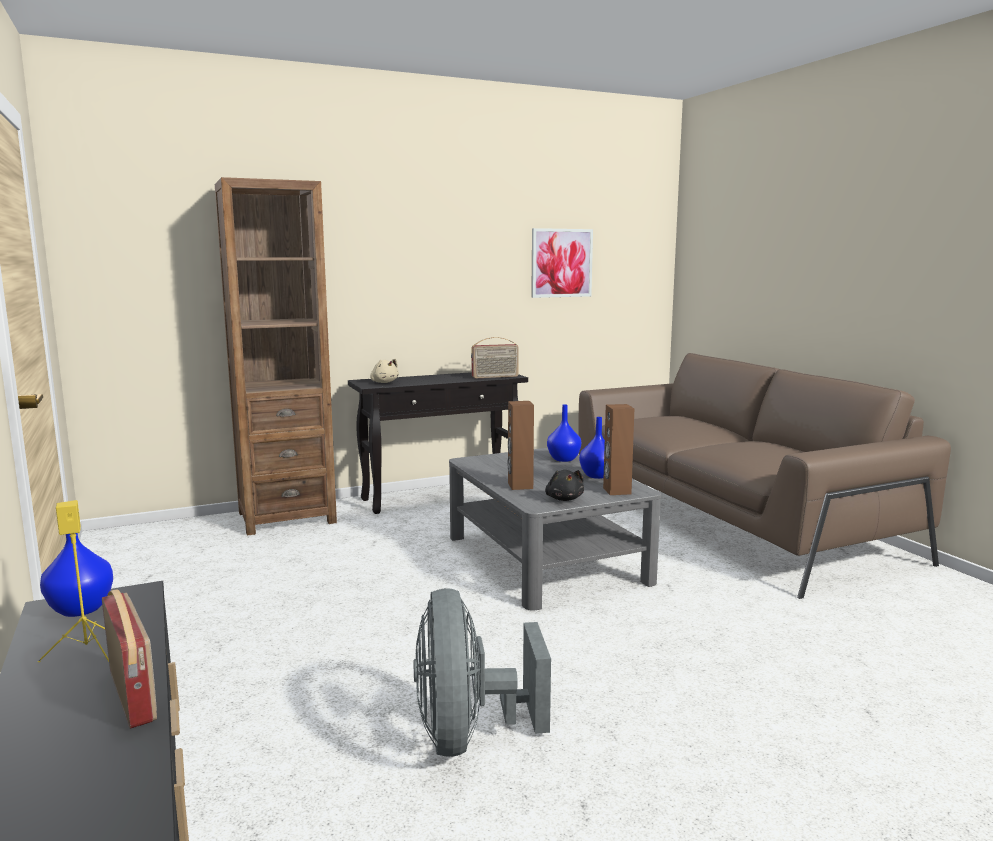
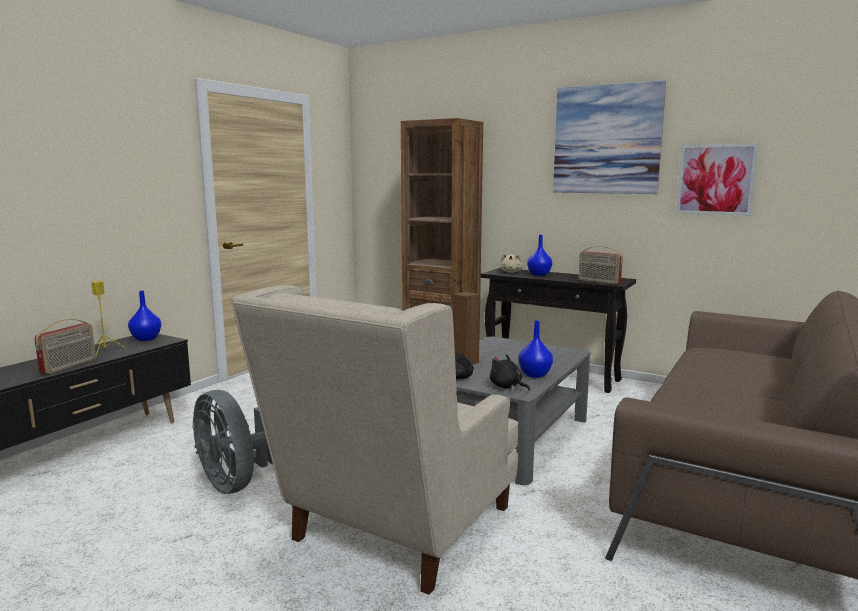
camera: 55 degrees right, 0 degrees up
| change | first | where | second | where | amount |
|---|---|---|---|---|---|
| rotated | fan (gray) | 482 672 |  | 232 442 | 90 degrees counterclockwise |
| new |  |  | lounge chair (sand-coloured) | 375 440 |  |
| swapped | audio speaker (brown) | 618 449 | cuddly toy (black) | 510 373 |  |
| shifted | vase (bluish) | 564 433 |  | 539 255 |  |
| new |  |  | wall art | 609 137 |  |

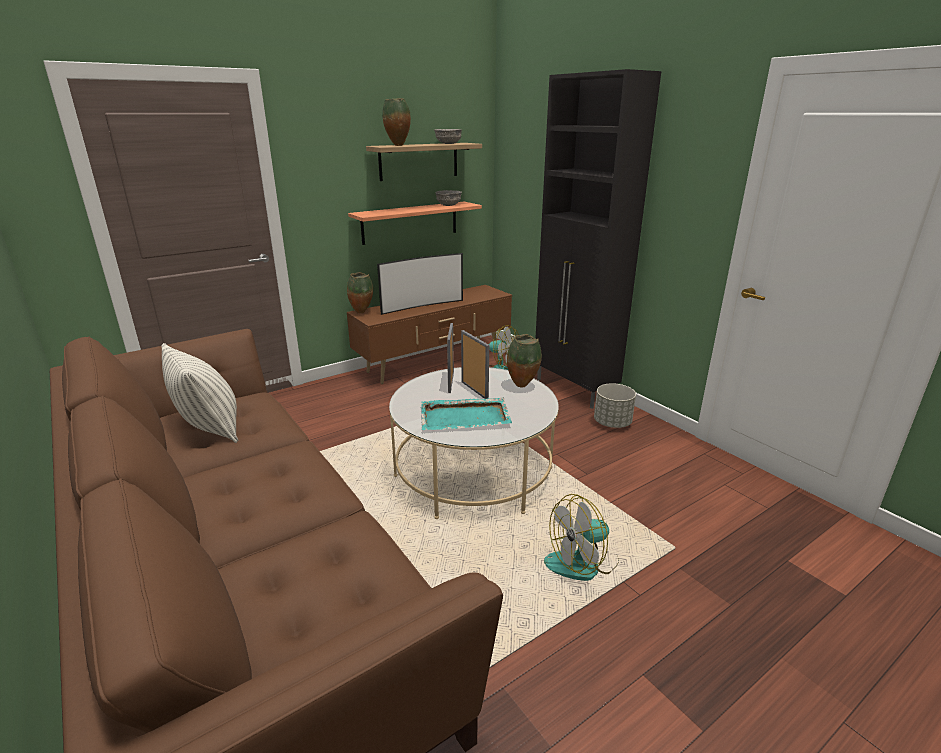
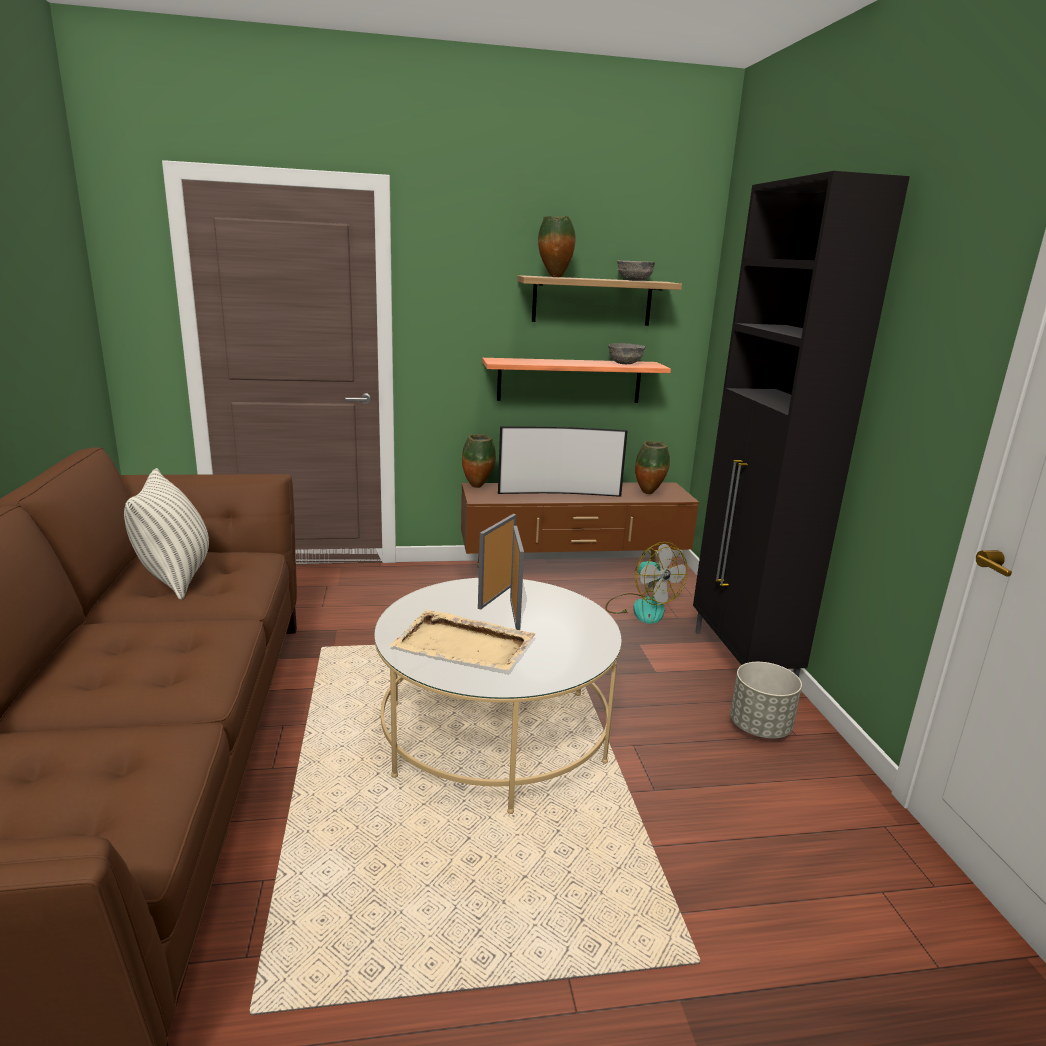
camera: 25 degrees right, 5 degrees down
| change | first | where | second | where | amount |
|---|---|---|---|---|---|
| repainted | carrying tray (turquoise-coloured) | 466 414 | carrying tray (sand-coloured) | 462 640 |  |
| shifted | vase | 524 361 |  | 652 467 |  |
| gone | fan | 581 537 |  |  |  |

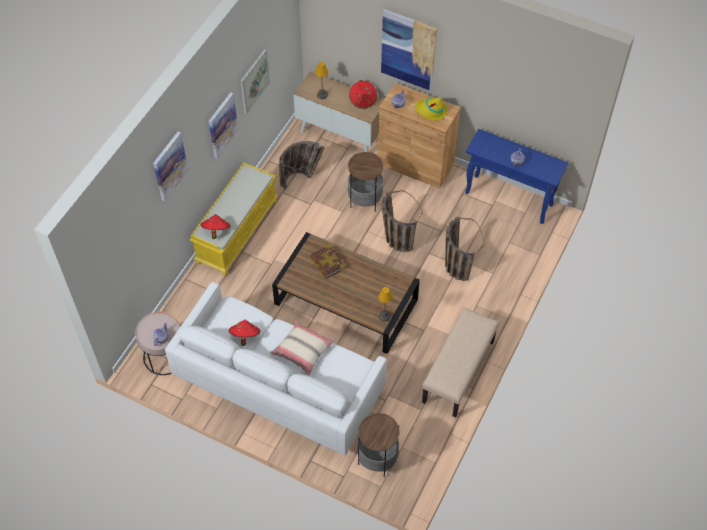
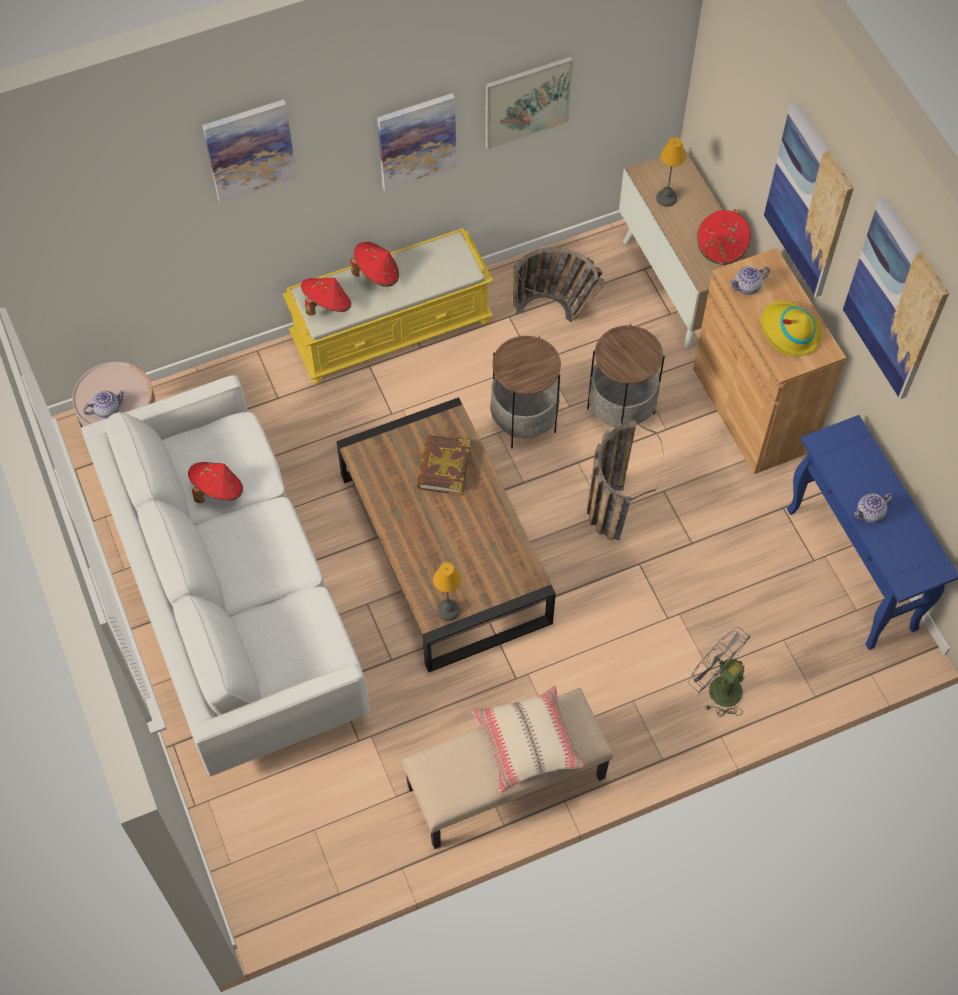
camera: 40 degrees right, 5 degrees up
| change | first | where | second | where | amount |
|---|---|---|---|---|---|
| new |  |  | clothing hat (red-coloured) | 375 264 |  |
| shifted | pillow (sand-coloured) | 302 347 |  | 528 739 |  |
| shifted | end table | 378 445 |  | 525 392 |  |
| new |  |  | fan (gray) | 719 672 |  |
| new |  |  | wall art | 896 298 |  |
| gone | household basket | 465 249 |  |  |  |

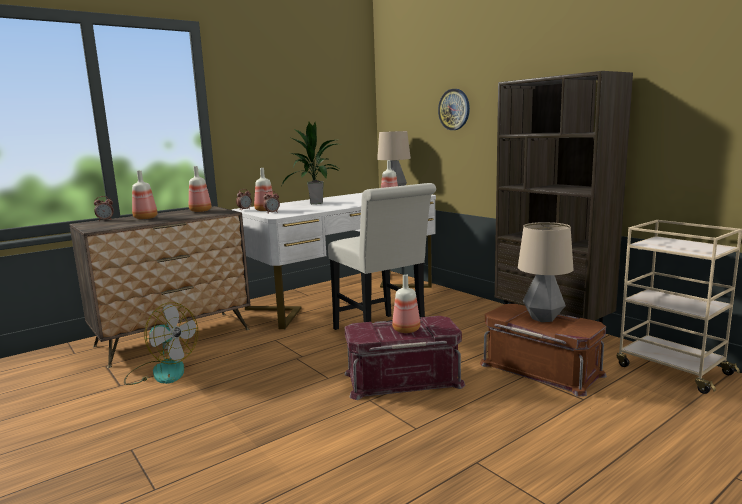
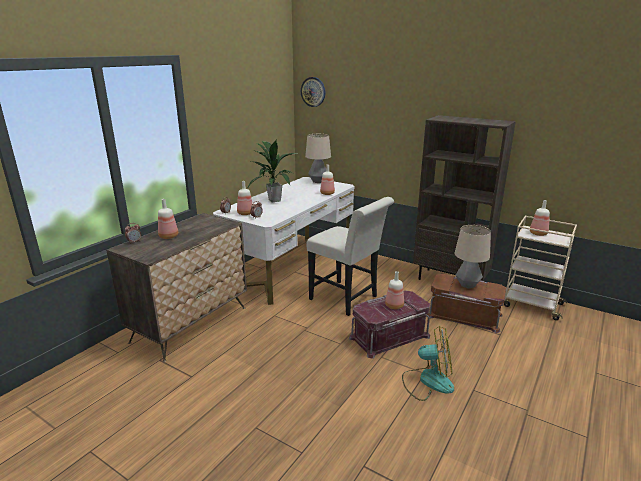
camera: 20 degrees left, 10 degrees up
| change | first | where | second | where | amount |
|---|---|---|---|---|---|
| shifted | hanging clock | 454 109 |  | 313 92 |  |
| shifted | fan | 161 343 |  | 428 363 |  |
| shifted | beverage bottle | 200 189 |  | 540 218 |  |

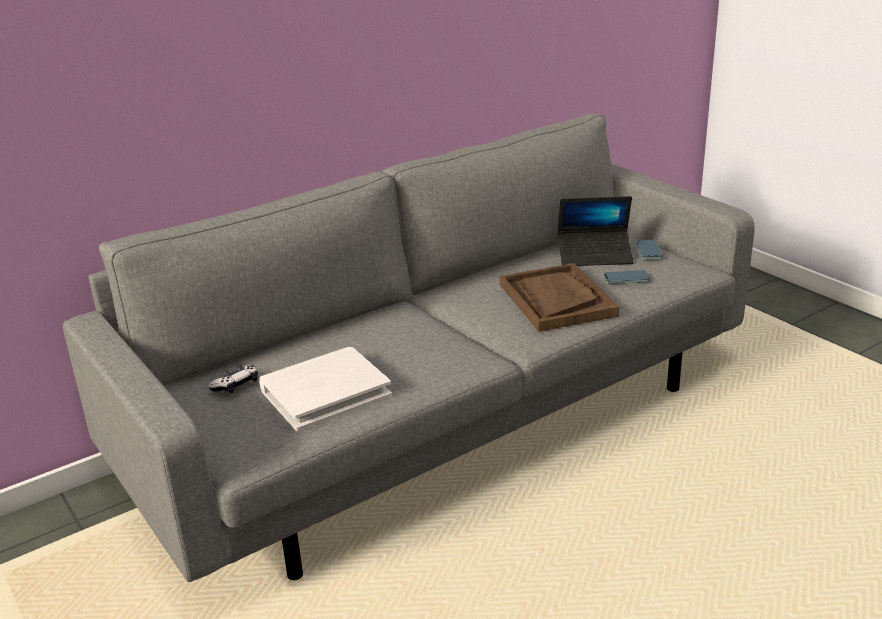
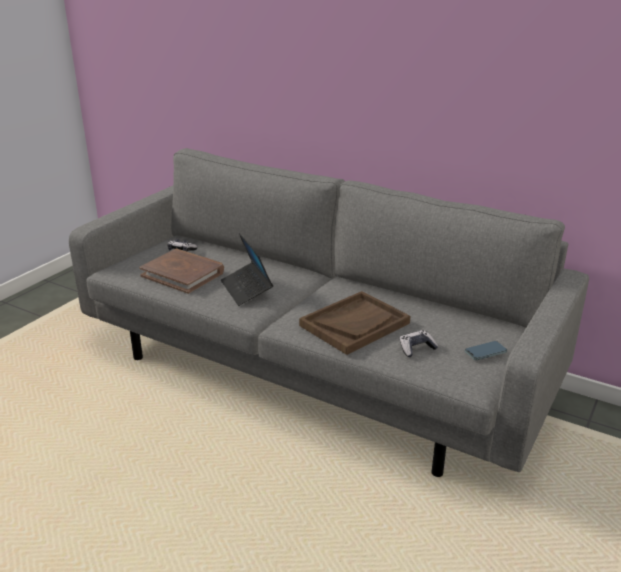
camera: 65 degrees right, 0 degrees up
| change | first | where | second | where | amount |
|---|---|---|---|---|---|
| repainted | volume (white) | 325 389 | volume (brown) | 181 271 |  |
| shifted | portable computer | 595 231 |  | 247 269 |  |
| swapped | telephone | 626 277 | game controller | 419 343 |  |

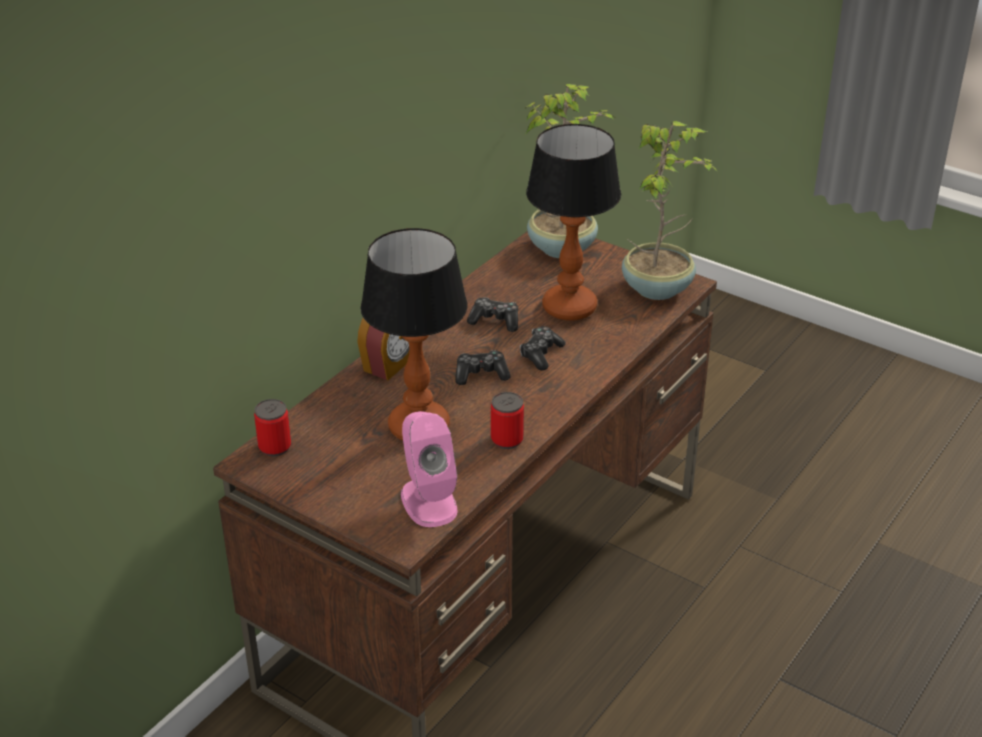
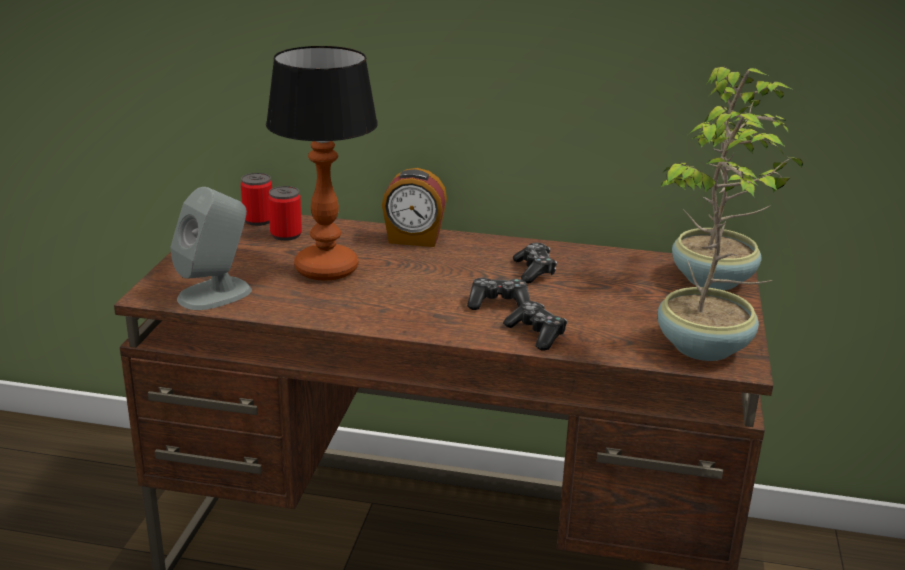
camera: 65 degrees right, 10 degrees down
| change | first | where | second | where | amount |
|---|---|---|---|---|---|
| repainted | audio speaker (pinkish) | 429 469 | audio speaker (gray) | 211 248 |  |
| shifted | can | 507 420 |  | 285 213 |  |
| shifted | game controller | 483 367 |  | 535 326 |  |
| gone | tabletop lamp | 573 222 |  |  |  |

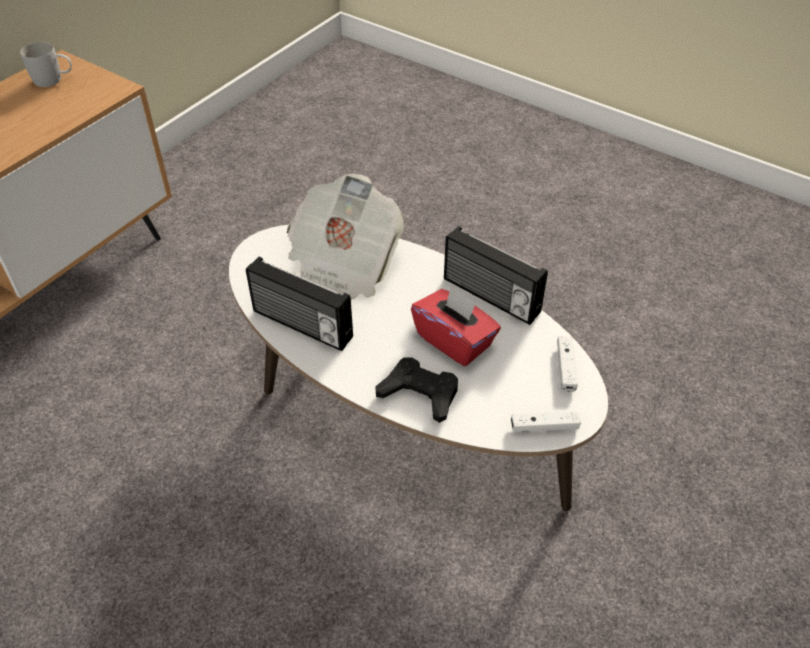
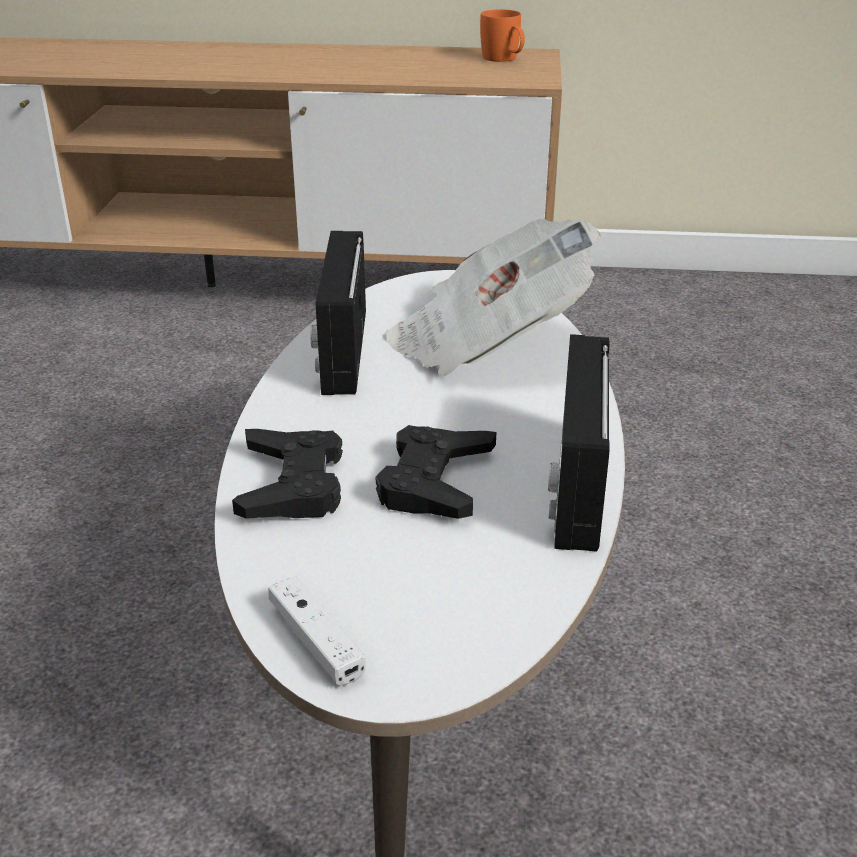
camera: 60 degrees right, 15 degrees down
| change | first | where | second | where | amount |
|---|---|---|---|---|---|
| swapped | tissue box (red-coloured) | 456 325 | game controller (black) | 436 472 |  |
| repainted | mug (white) | 46 64 | mug (orange-coloured) | 502 35 |  |
| gone | game controller (white) | 567 364 |  |  |  |

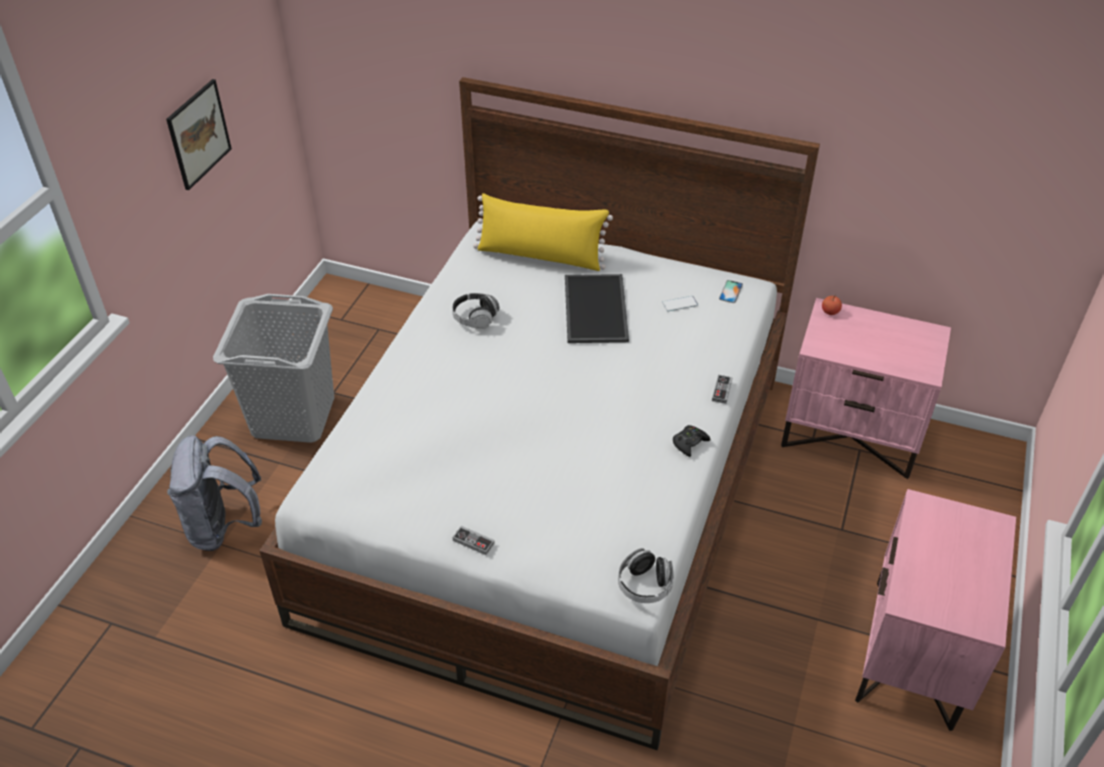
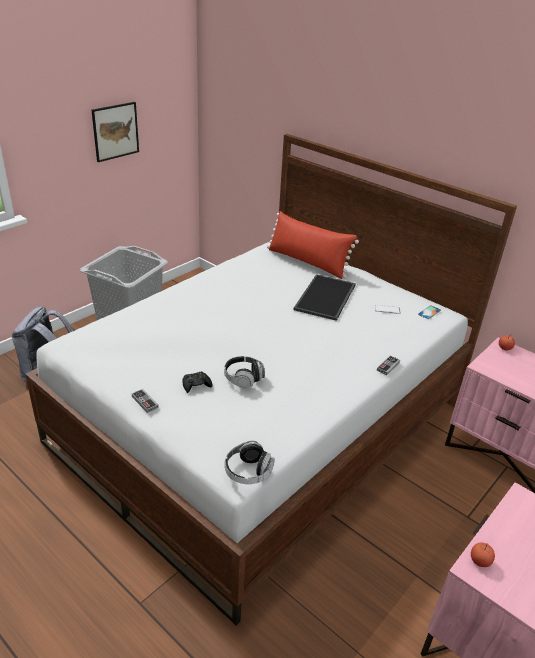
camera: 20 degrees right, 10 degrees down
| change | first | where | second | where | amount |
|---|---|---|---|---|---|
| shifted | game controller (black) | 691 441 |  | 197 382 |  |
| shifted | pair of headphones | 476 311 |  | 244 372 |  |
| repainted | pillow (yellow) | 543 232 | pillow (red-coloured) | 313 245 |  |
| new |  |  | apple fruit | 483 555 |  |

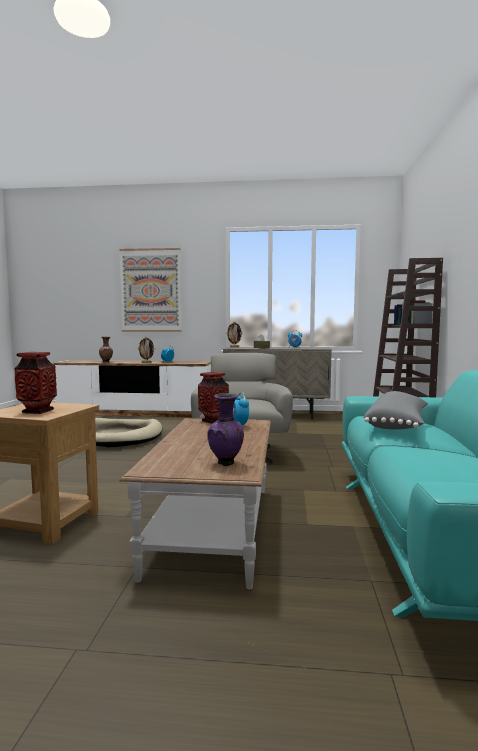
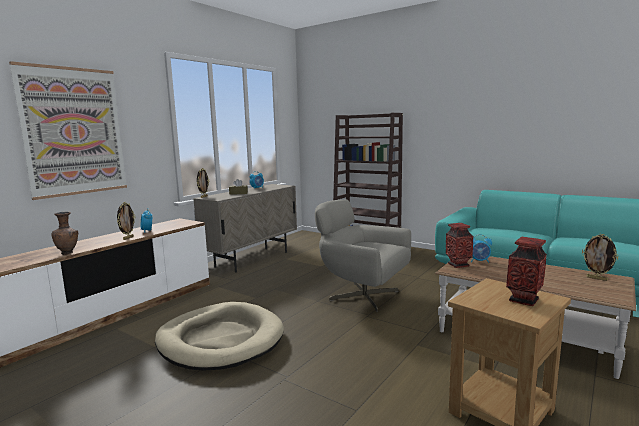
camera: 60 degrees left, 5 degrees up
| change | first | where | second | where | amount |
|---|---|---|---|---|---|
| swapped | vase (purple-coloured) | 225 429 | standing frame | 600 257 |  |
| gone | pillow (gray) | 395 410 |  |  |  |

